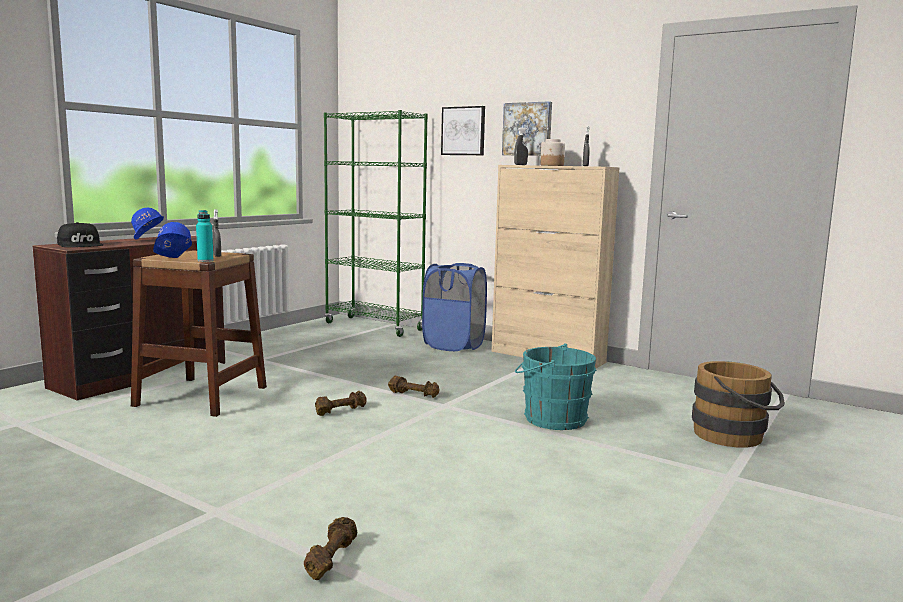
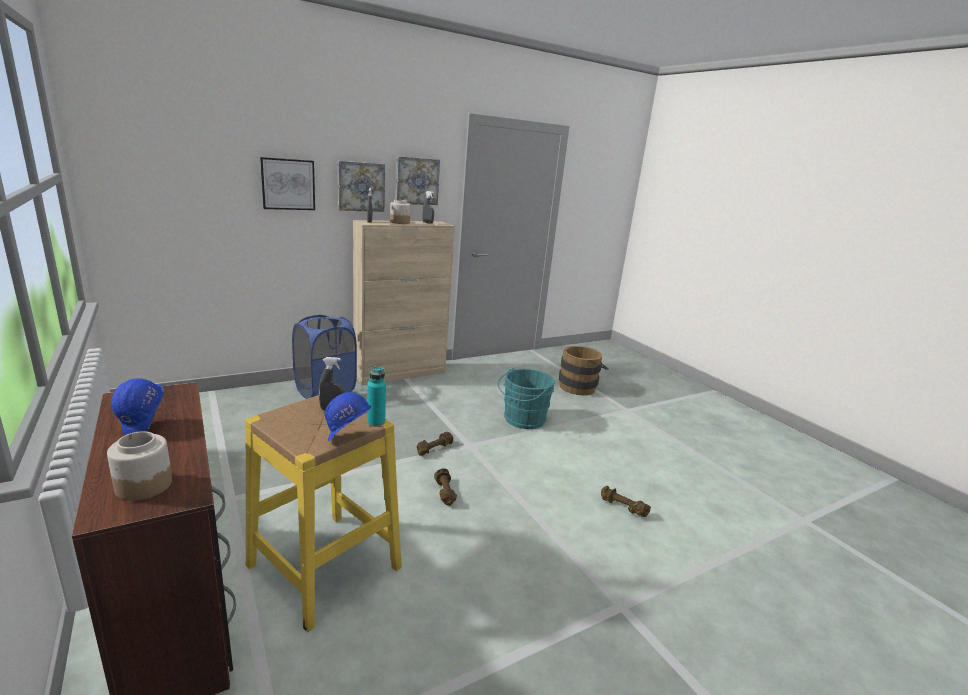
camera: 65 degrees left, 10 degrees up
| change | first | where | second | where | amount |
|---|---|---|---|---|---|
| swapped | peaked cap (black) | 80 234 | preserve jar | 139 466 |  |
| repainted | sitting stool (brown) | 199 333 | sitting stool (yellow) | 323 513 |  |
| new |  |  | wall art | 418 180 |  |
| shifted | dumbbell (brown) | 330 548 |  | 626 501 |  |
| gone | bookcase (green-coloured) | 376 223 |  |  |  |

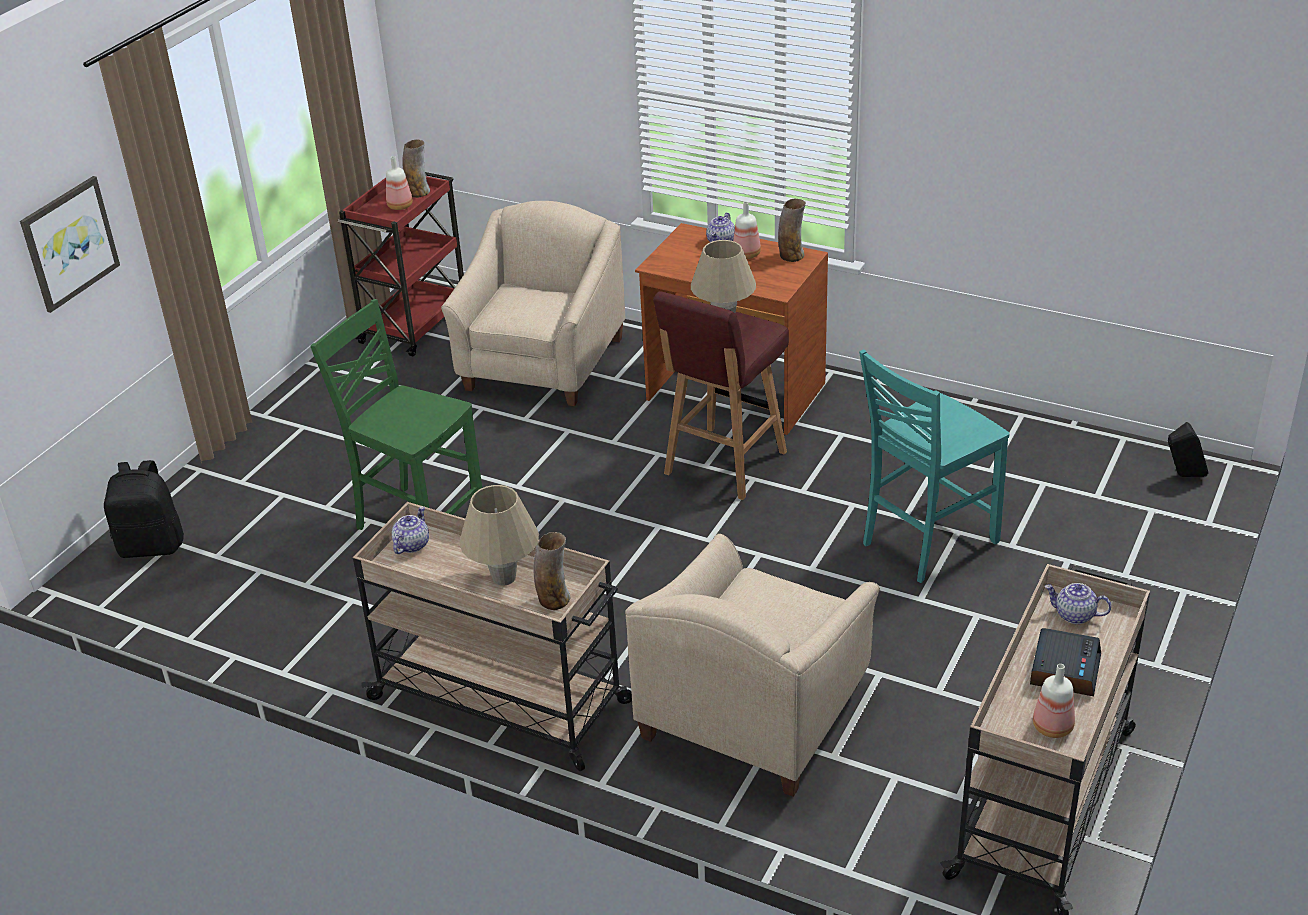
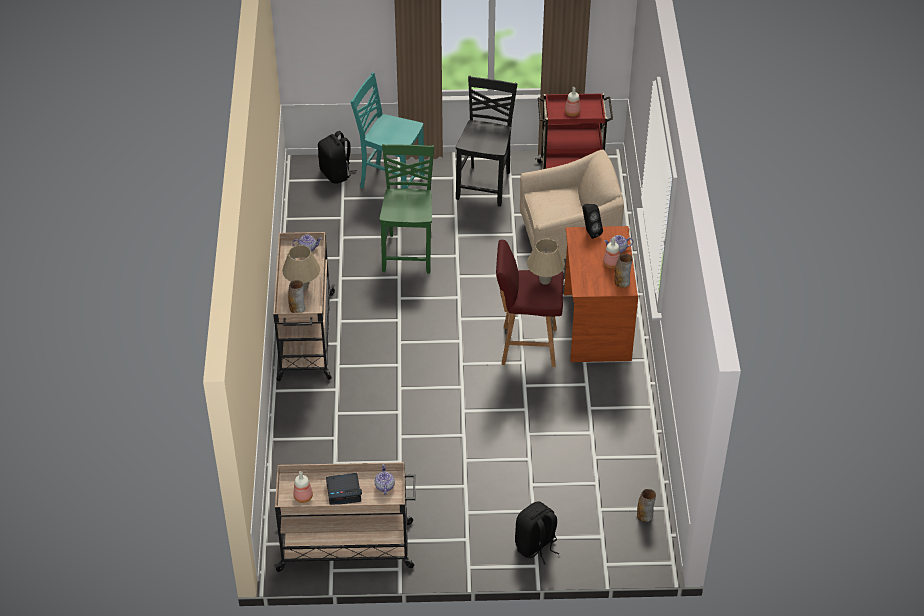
camera: 60 degrees right, 10 degrees up
| change | first | where | second | where | amount |
|---|---|---|---|---|---|
| shifted | upright chair (turquoise-coloured) | 934 466 |  | 388 130 |  |
| new |  |  | upright chair (black) | 487 141 |  |
| new |  |  | backpack (black) | 537 533 |  |
| shifted | audio speaker (black) | 1188 449 |  | 592 221 |  |
| shifted | vase | 416 168 |  | 646 505 |  |
| gone | wall art | 70 244 |  |  |  |
| gone | lounge chair (sand-coloured) | 752 665 |  |  |  |

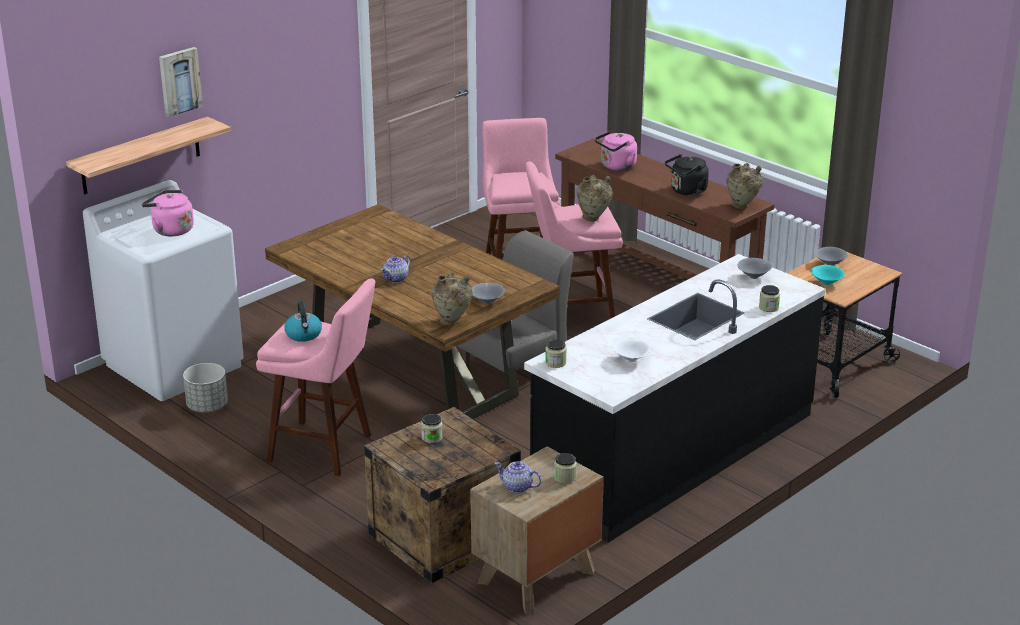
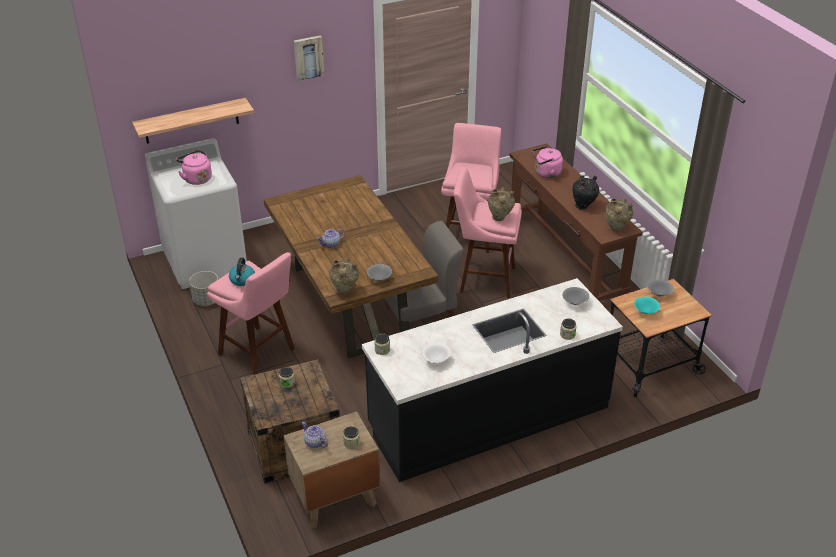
camera: 20 degrees right, 10 degrees up
| change | first | where | second | where | amount |
|---|---|---|---|---|---|
| shifted | wall art | 181 82 |  | 309 58 |  |
| swapped | water kettle (black) | 687 175 | vase (black) | 586 192 |  |

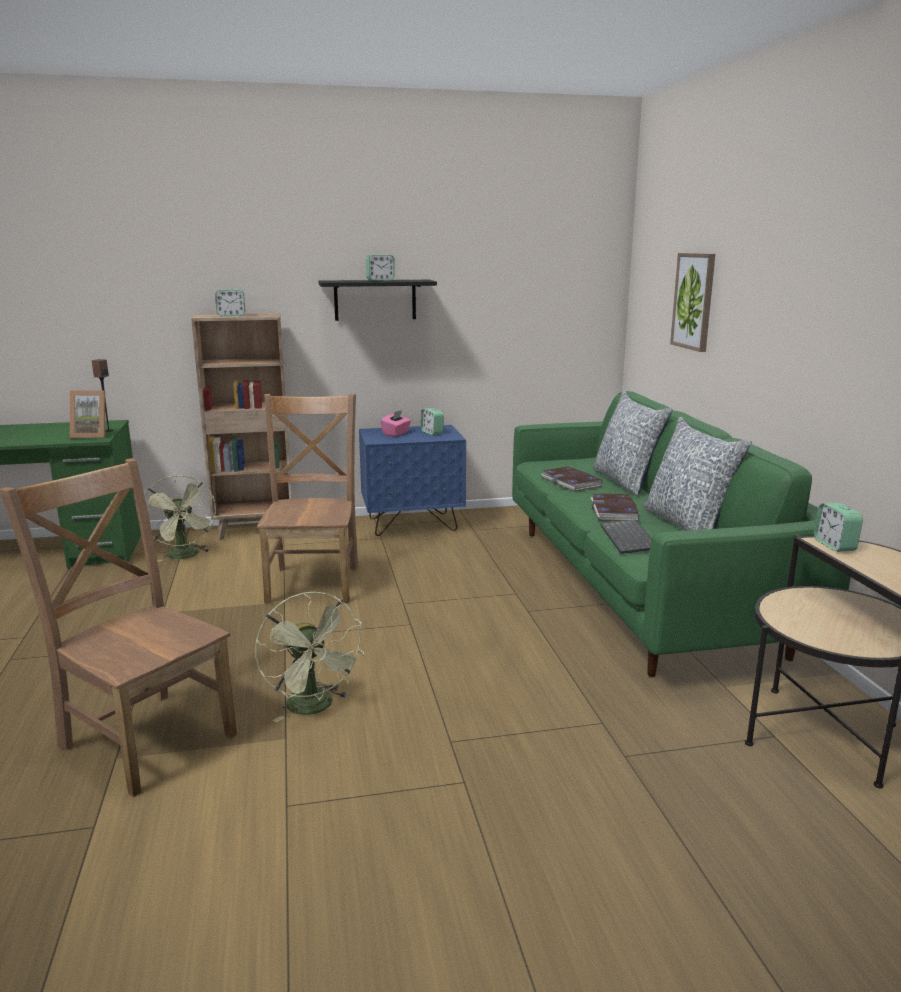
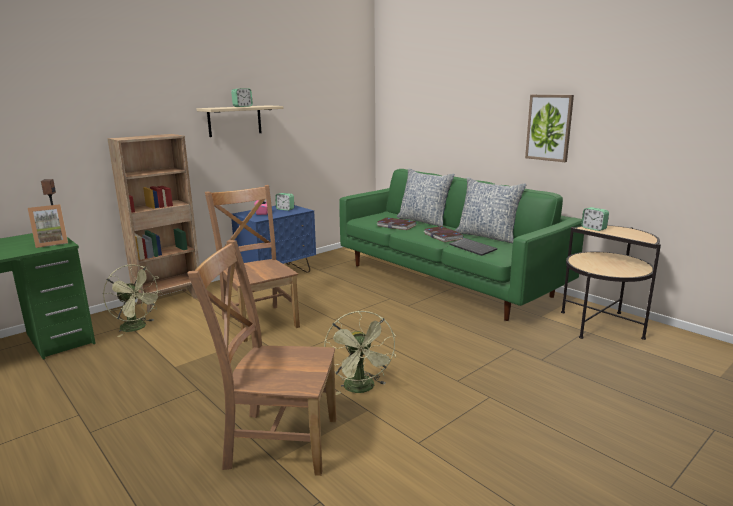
camera: 30 degrees left, 0 degrees up
| change | first | where | second | where | amount |
|---|---|---|---|---|---|
| repainted | shelf (black) | 378 300 | shelf (sand-coloured) | 240 121 |  |
| rotated | fan (green-coloured) | 310 657 |  | 360 353 | 45 degrees clockwise |
| shifted | wall art | 692 302 |  | 549 128 |  |
| gone | bedside clock | 230 302 |  |  |  |

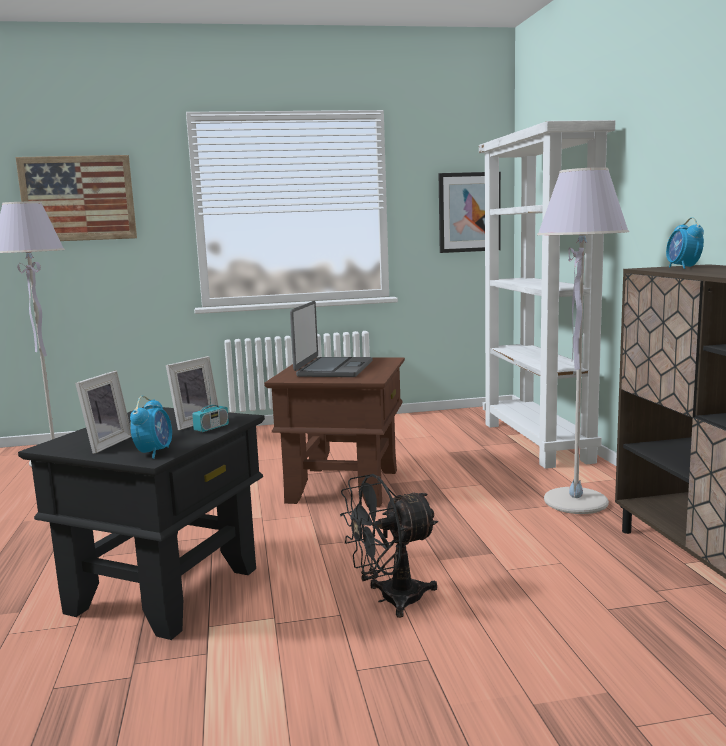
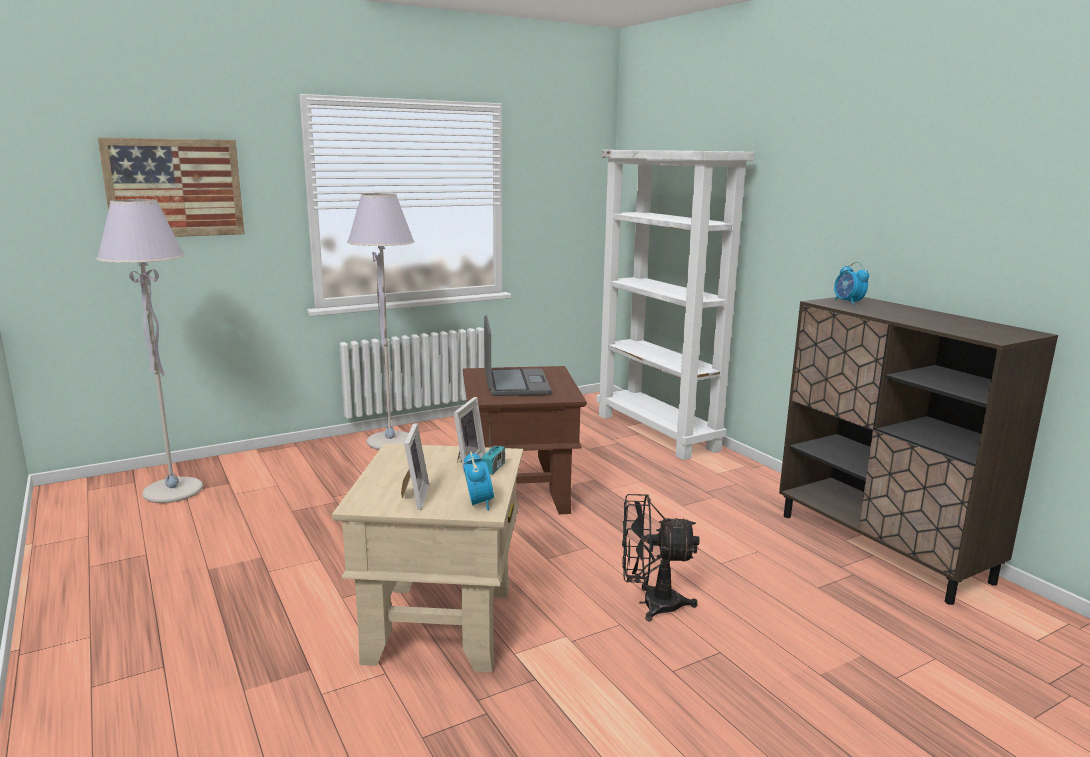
camera: 20 degrees left, 5 degrees up
| change | first | where | second | where | amount |
|---|---|---|---|---|---|
| repainted | end table (black) | 141 523 | end table (sand-coloured) | 427 557 |  |
| shifted | floor lamp (gray) | 583 340 |  | 380 322 |  |
| rotated | fan (black) | 389 546 |  | 661 557 | 45 degrees clockwise |
| gone | wall art | 470 212 |  |  |  |

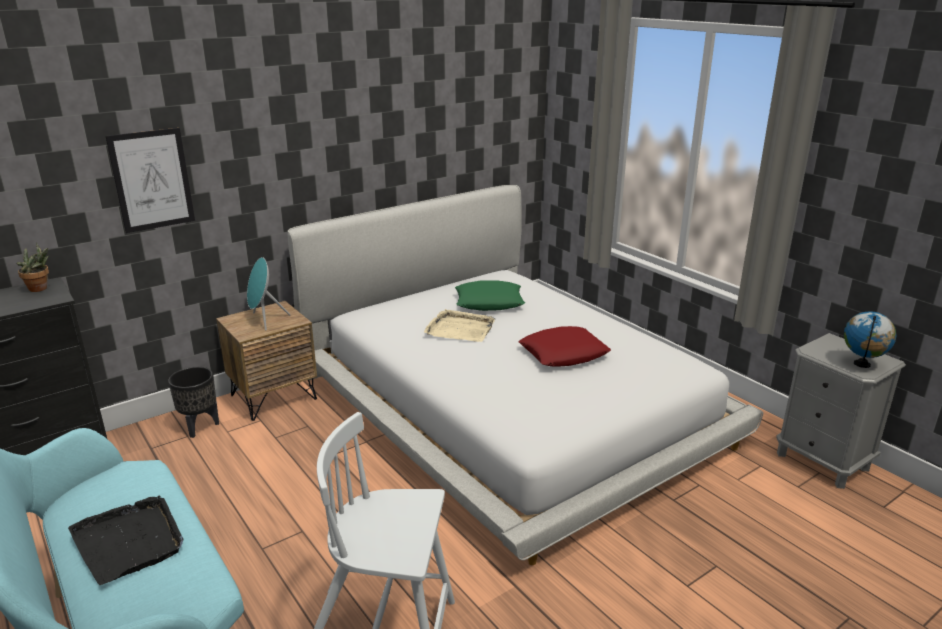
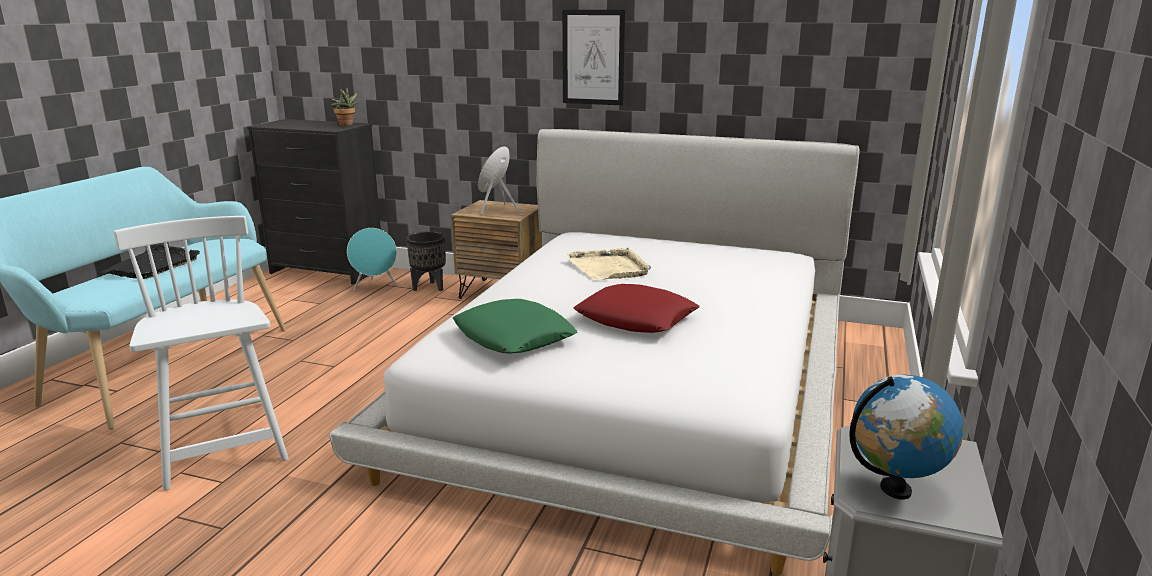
camera: 55 degrees right, 5 degrees down
| change | first | where | second | where | amount |
|---|---|---|---|---|---|
| new |  |  | audio speaker (turquoise-coloured) | 372 260 |  |
| shifted | pillow (green-coloured) | 490 295 |  | 515 326 |  |
| shifted | wall art | 150 180 |  | 594 57 |  |

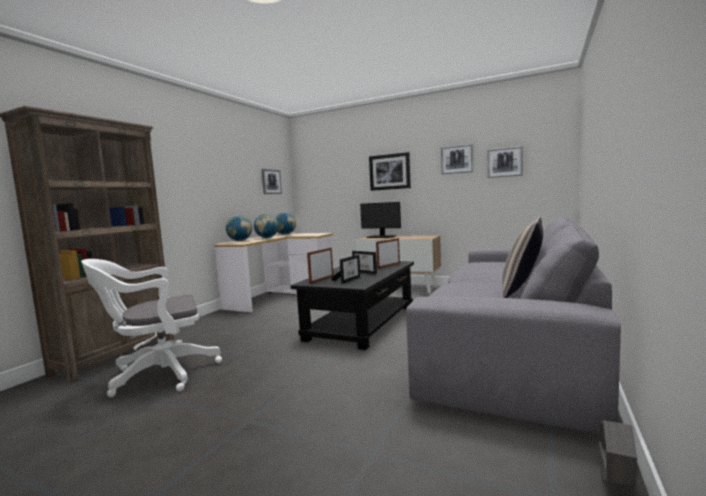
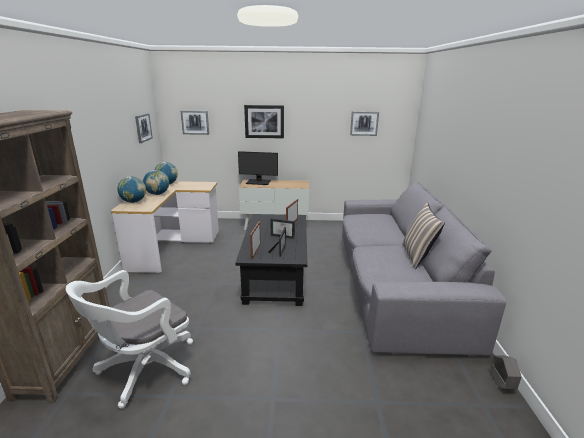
camera: 25 degrees left, 15 degrees up
| change | first | where | second | where | amount |
|---|---|---|---|---|---|
| shifted | wall art | 457 159 |  | 195 122 |  |

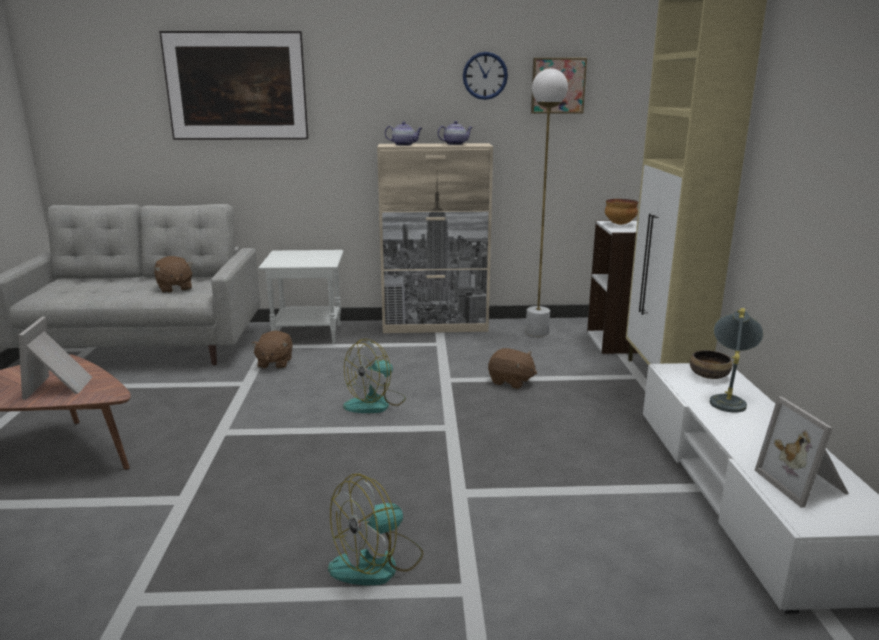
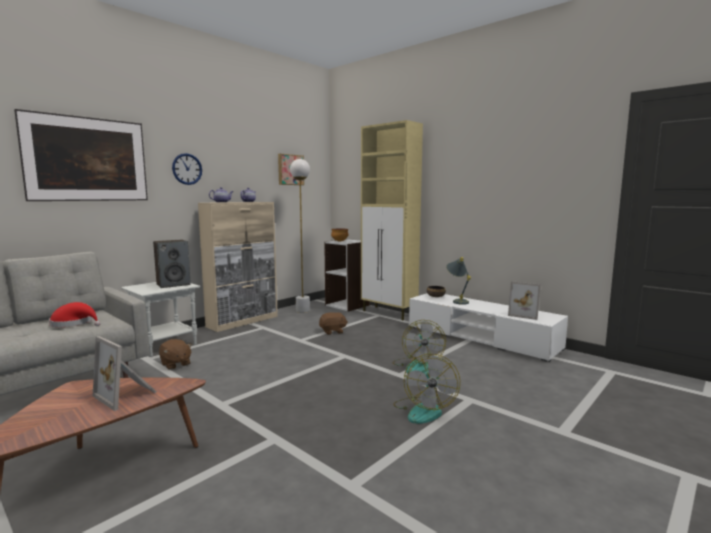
camera: 45 degrees left, 10 degrees down
| change | first | where | second | where | amount |
|---|---|---|---|---|---|
| swapped | cuddly toy (brown) | 173 274 | clothing hat (red-coloured) | 75 314 |  |
| new |  |  | audio speaker | 172 264 |  |
| shifted | hanging clock | 485 76 |  | 187 169 |  |
| shifted | fan | 374 376 |  | 419 346 |  |

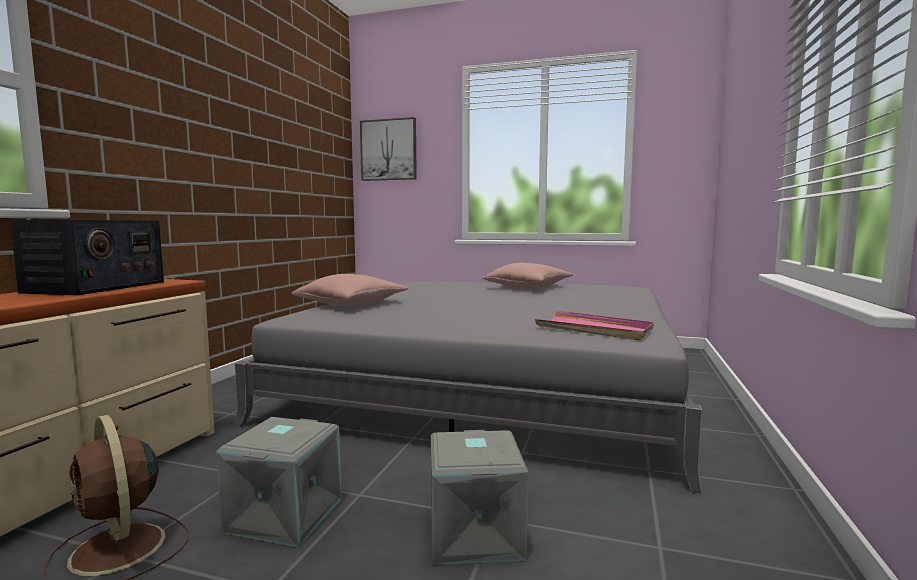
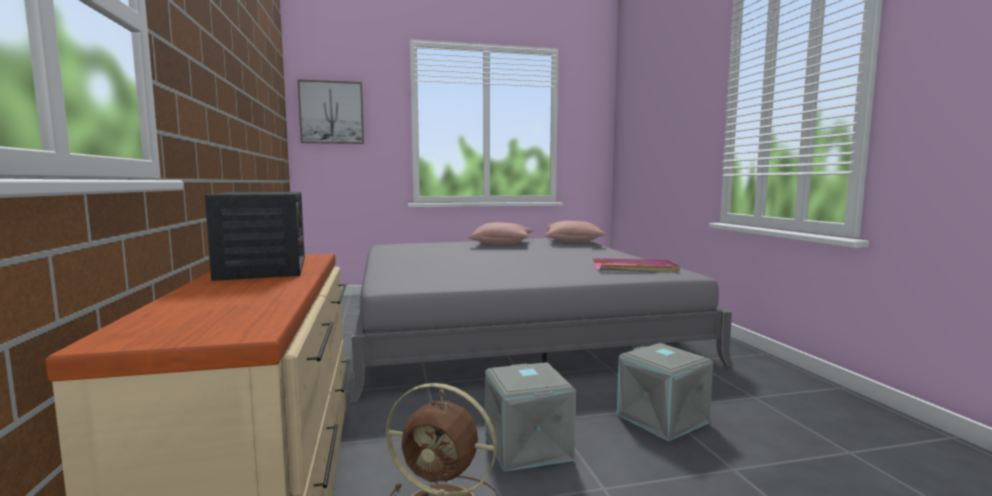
camera: 30 degrees left, 0 degrees up
| change | first | where | second | where | amount |
|---|---|---|---|---|---|
| shifted | pillow (pinkish) | 350 290 |  | 575 231 |  |

